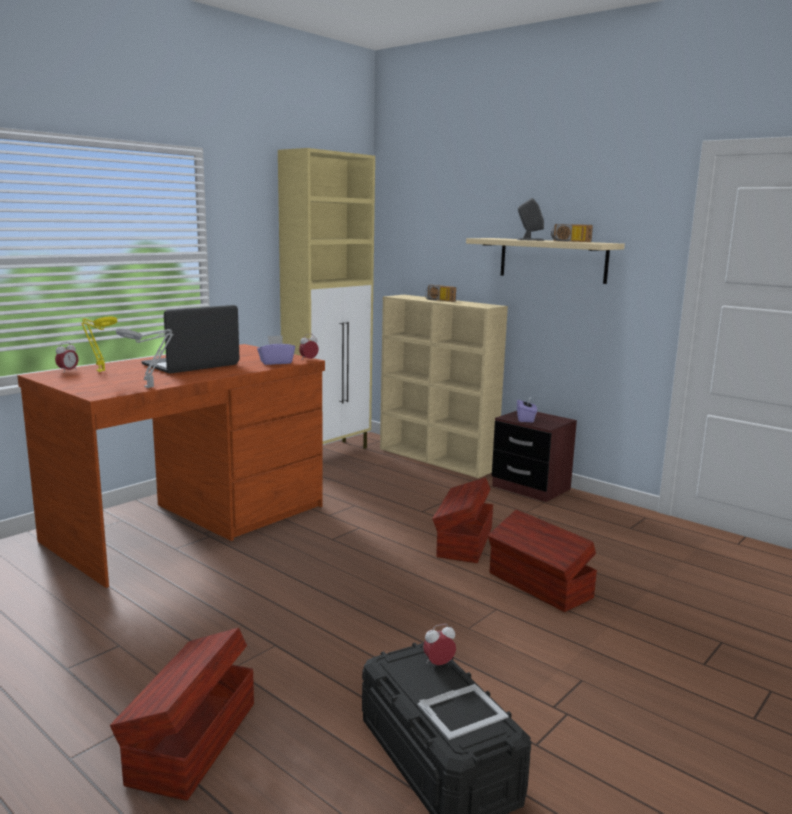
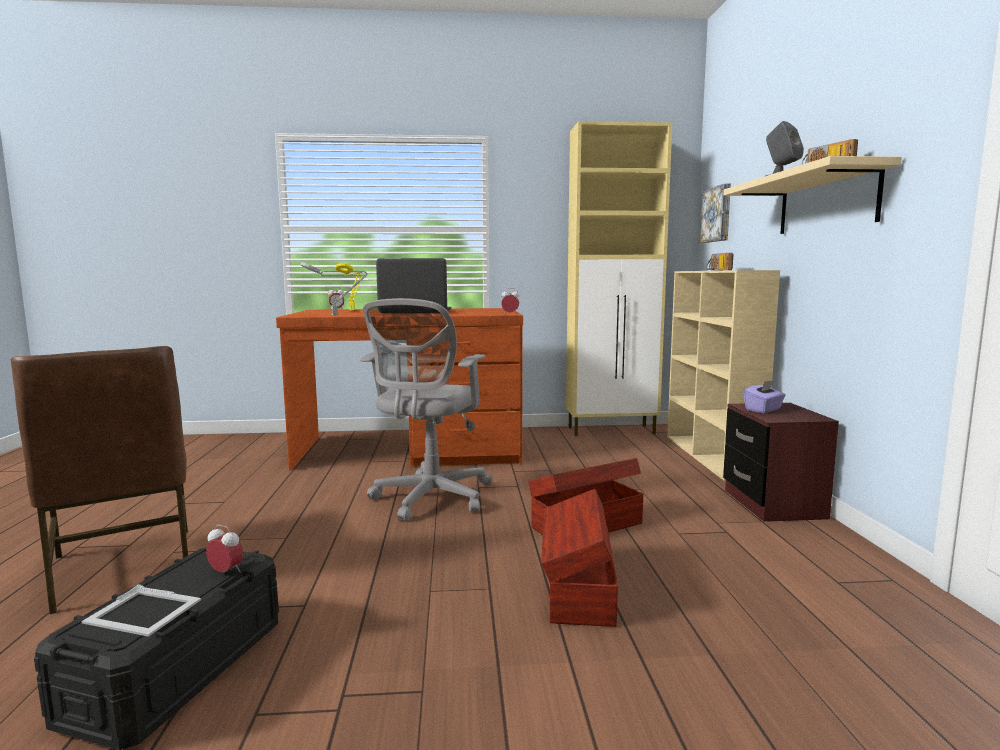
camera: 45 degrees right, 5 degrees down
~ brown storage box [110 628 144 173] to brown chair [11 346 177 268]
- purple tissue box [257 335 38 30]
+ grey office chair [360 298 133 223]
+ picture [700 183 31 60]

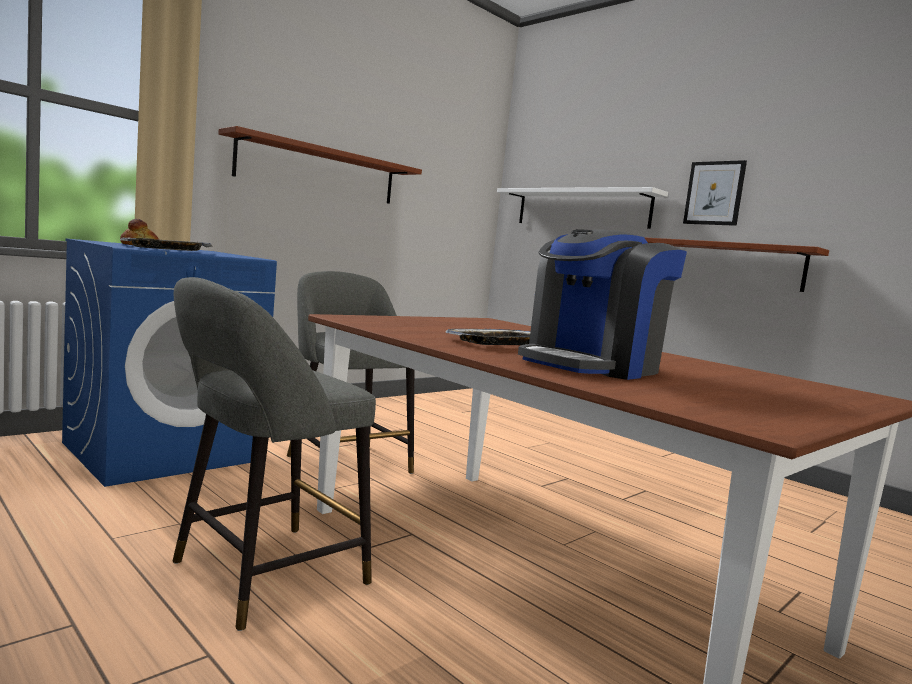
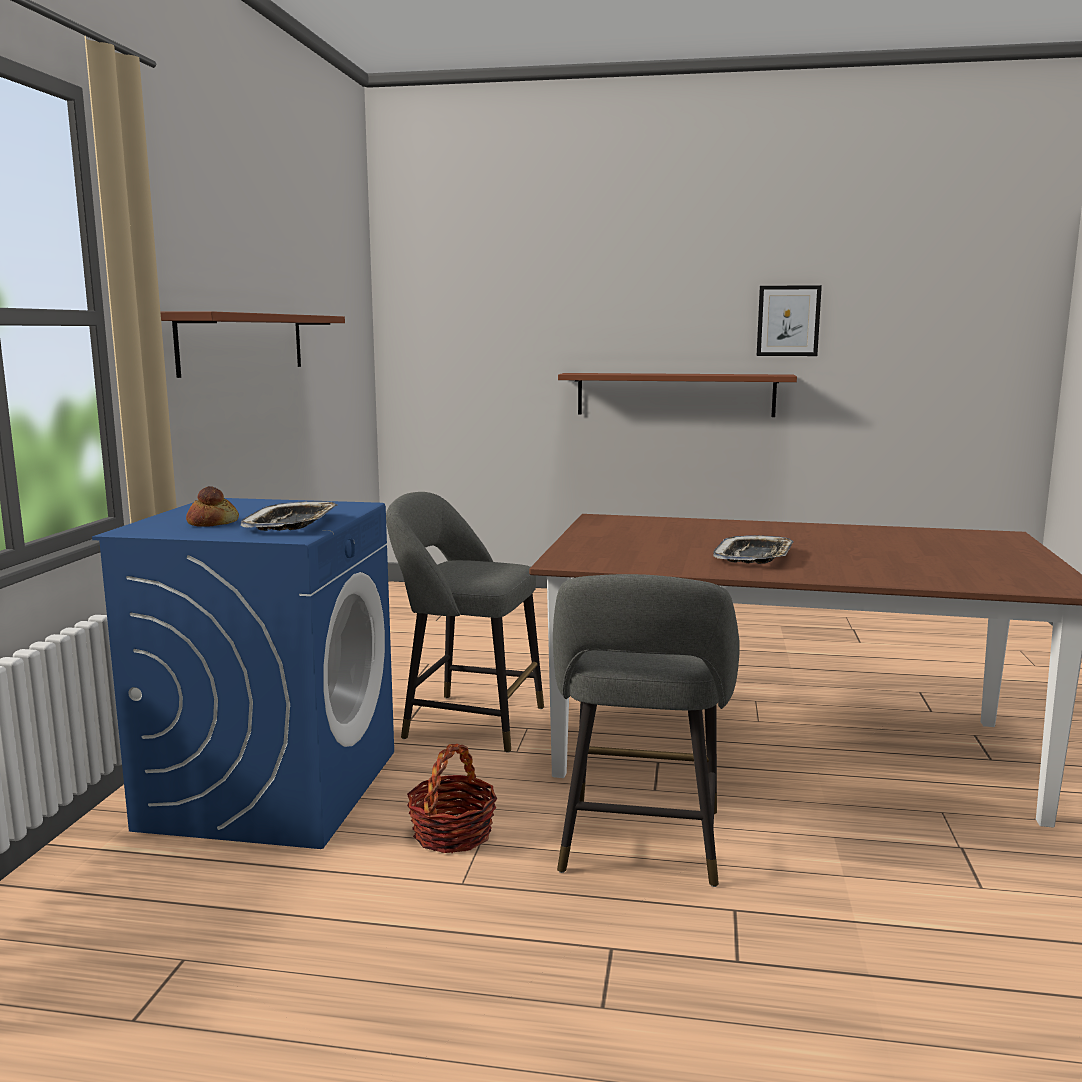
camera: 35 degrees left, 5 degrees up
- white shelf [497 187 171 42]
- coffee machine [518 229 169 151]
~ picture [683 160 64 66] to [757 285 65 71]
+ basket [407 744 90 109]

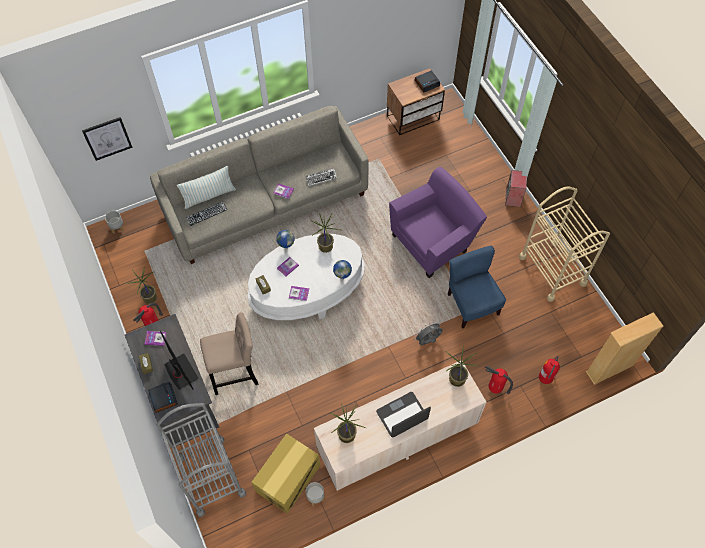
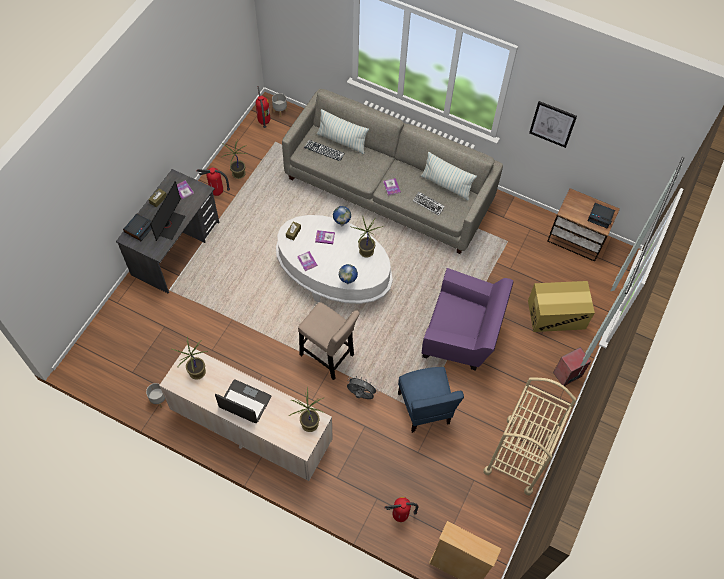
camera: 50 degrees right, 0 degrees up
~ picture [82 117 51 44] to [529 101 48 47]
- grey cart [156 403 90 114]
~ beige stool [200 312 59 83] to [298 302 62 78]
~ cardboard box [252 433 68 81] to [528 281 67 51]
~ blue chair [448 245 58 84] = [398 367 66 66] 135 degrees clockwise
~ fire extinguisher [485 366 28 28] to [256 86 14 42]
+ pillow [421 152 56 49]

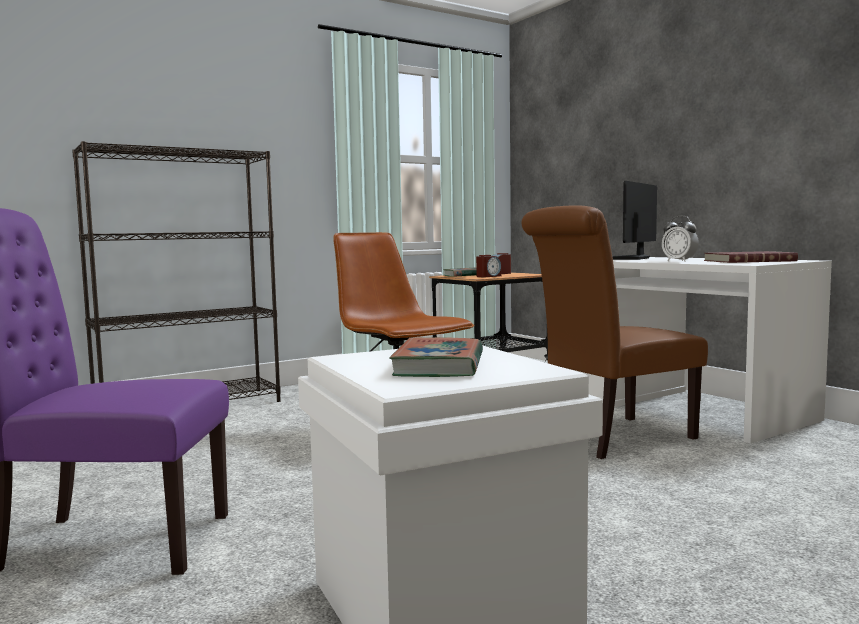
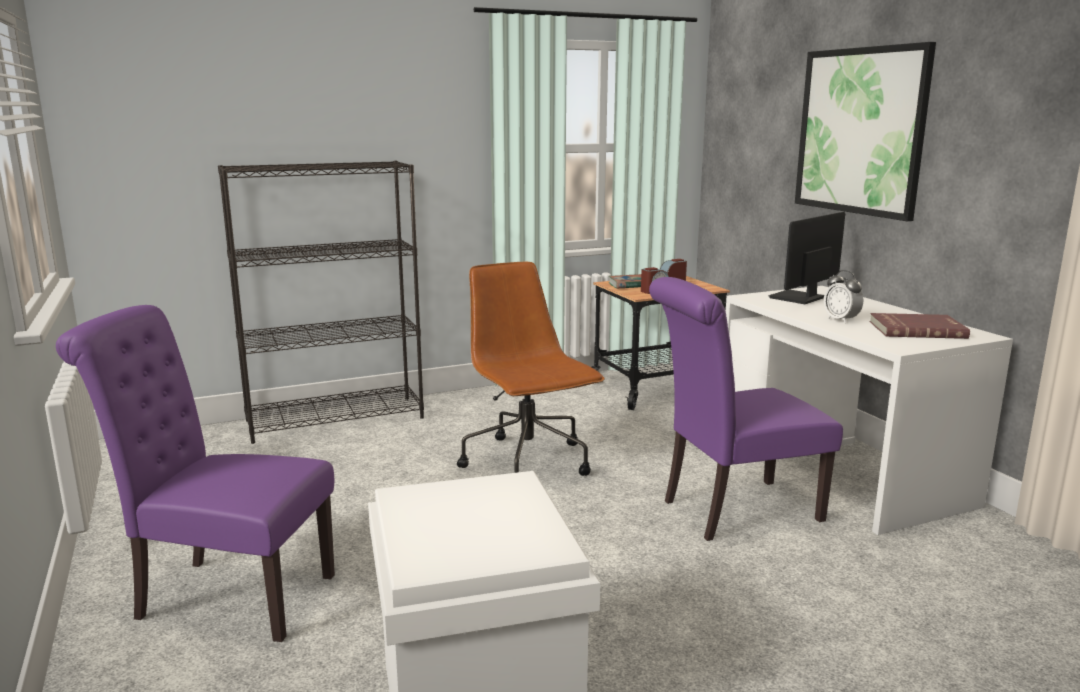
camera: 10 degrees right, 10 degrees up
- book [389 337 94 40]
~ brown chair [522 205 186 254] to purple chair [649 277 194 264]
+ picture [795 42 141 179]

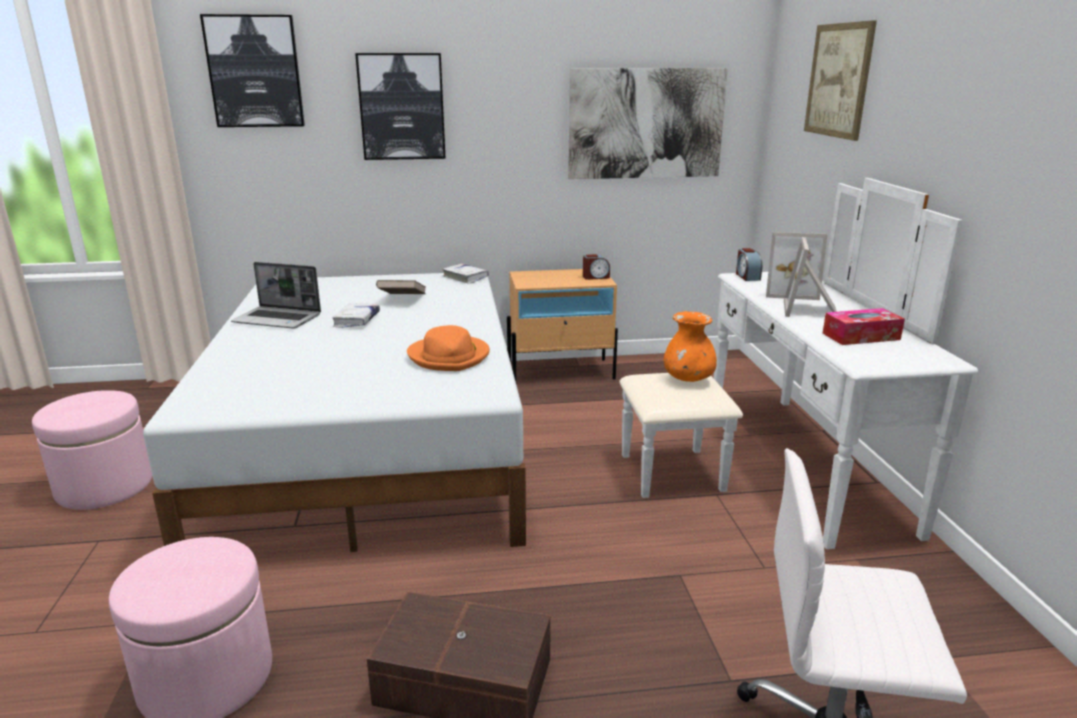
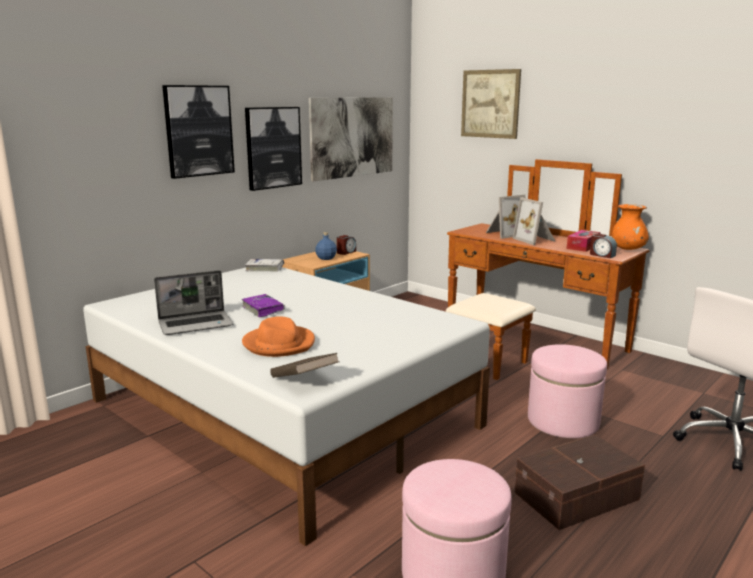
camera: 40 degrees left, 5 degrees down
~ pink ottoman [32 390 120 120] to [528 344 79 94]
~ picture [200 14 105 113] to [245 107 57 84]
~ white book [332 304 48 24] to purple book [242 294 43 23]
~ brown book [376 280 49 14] to [270 353 70 25]
~ orange hat [407 325 83 46] to [242 316 73 41]
~ white dresser [619 178 359 371] to brown dresser [446 159 203 221]
~ orange vase [664 311 53 71] to [611 204 38 46]
~ alarm clock [736 248 27 33] to [590 234 27 24]
+ blue bottle [315 232 22 28]

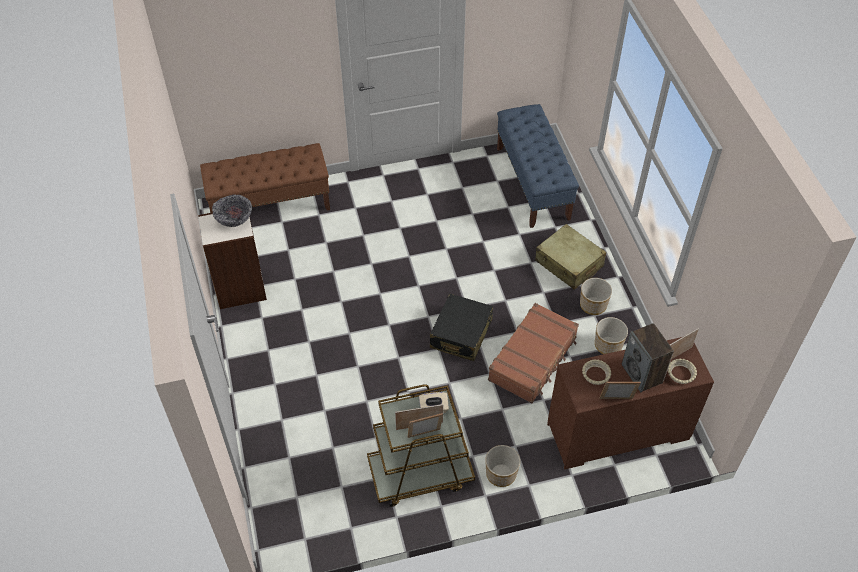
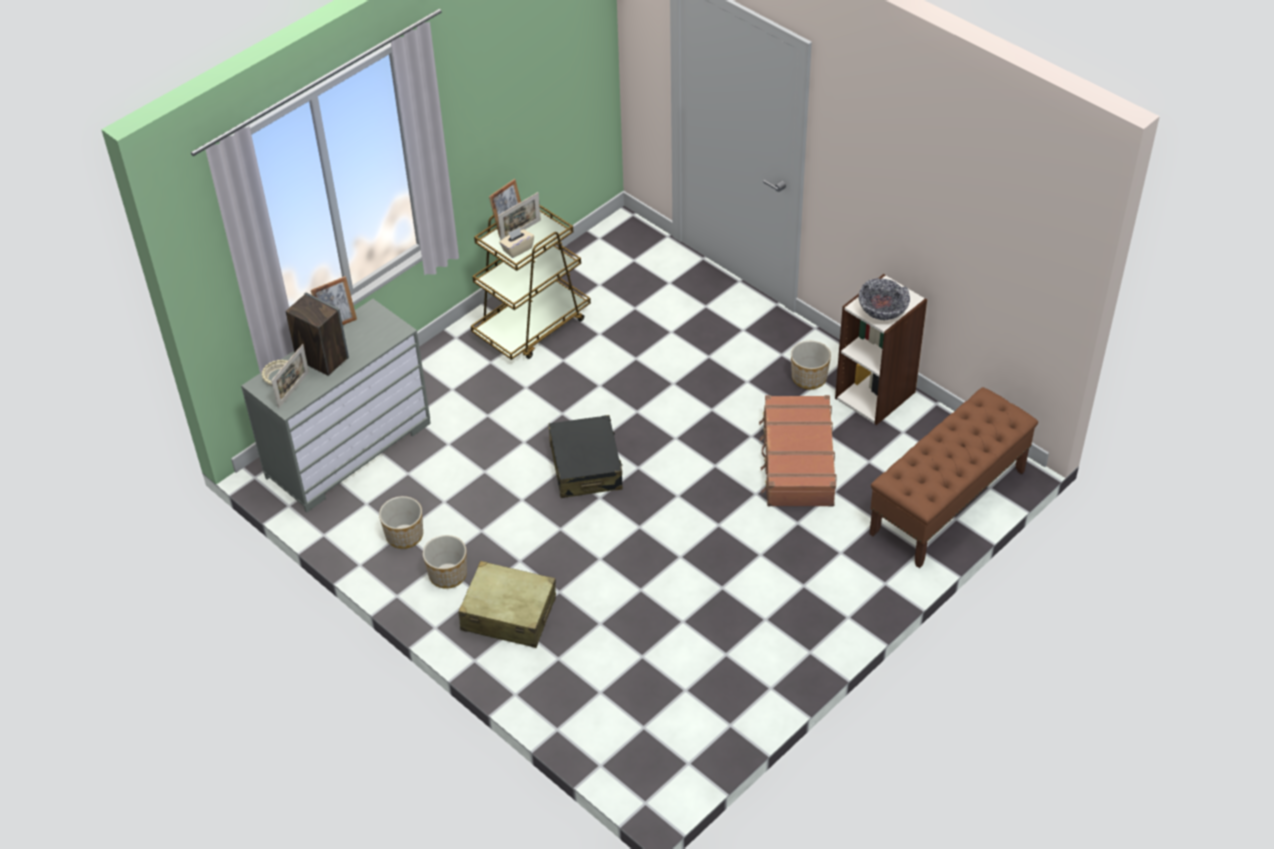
camera: 150 degrees right, 5 degrees down
~ planter [485 445 35 42] to [791 341 40 48]
~ brown suitcase [488 303 91 100] to [759 395 78 111]
- blue bench [497 104 82 124]
~ brown dresser [547 337 167 133] to grey dresser [241 299 190 214]
- beige bowl [582 359 29 26]

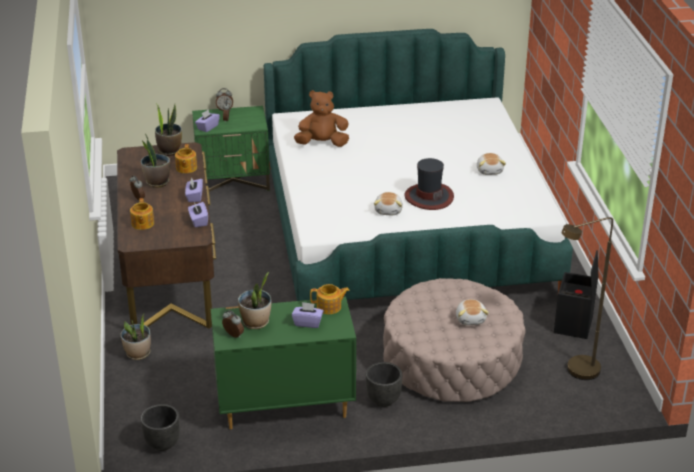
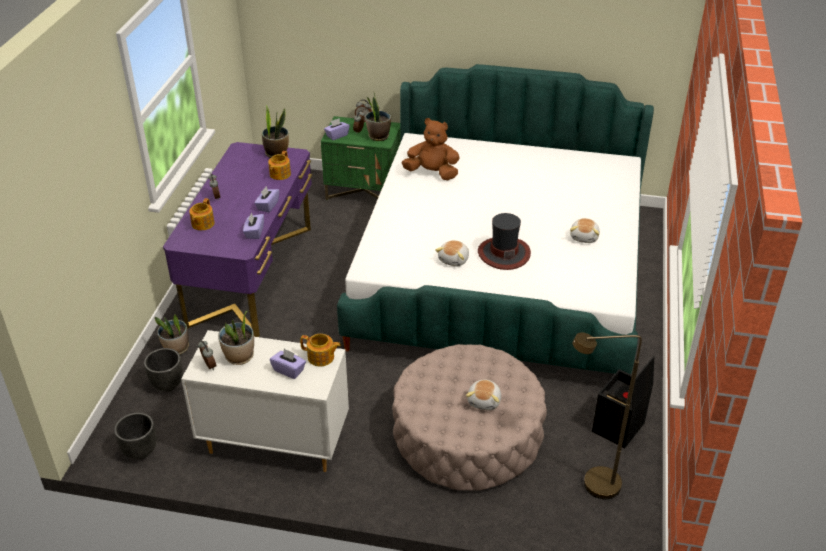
camera: 20 degrees right, 5 degrees up
~ brown desk [117 142 99 187] to purple desk [163 142 149 195]
~ potted plant [141 134 29 54] to [365 93 26 48]
~ green dresser [211 297 145 132] to white dresser [181 330 168 142]
~ black planter [366 362 36 45] to [144 348 39 44]

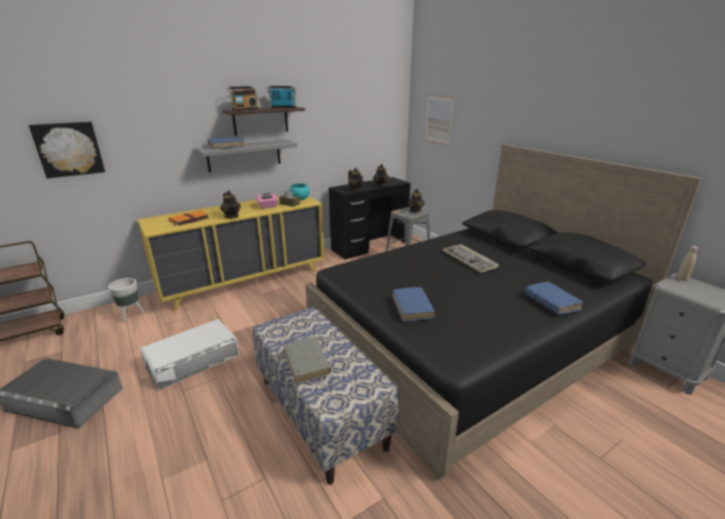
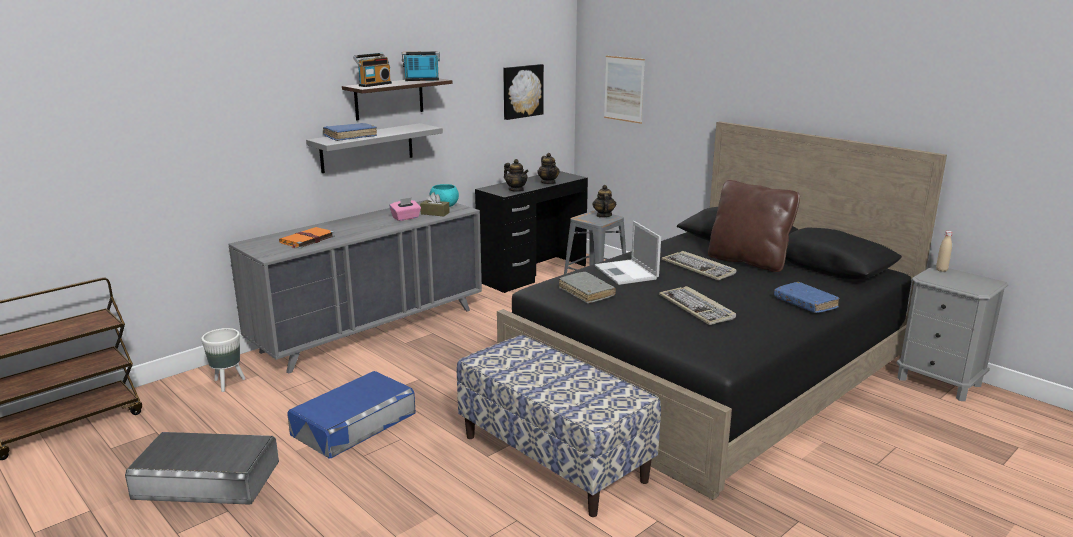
camera: 10 degrees left, 5 degrees down
~ picture [29 121 76 57] to [503 64 41 56]
~ yellow dresser [137 195 188 116] to grey dresser [228 200 254 174]
~ white storage box [140 319 99 71] to blue storage box [287 371 129 88]
- teapot [220 190 21 28]
~ grey book [284 337 47 47] to [559 272 57 32]
- blue book [392 287 43 35]
+ laptop [595 221 66 64]
+ keyboard [659 286 77 39]
+ brown pillow [708 180 92 92]

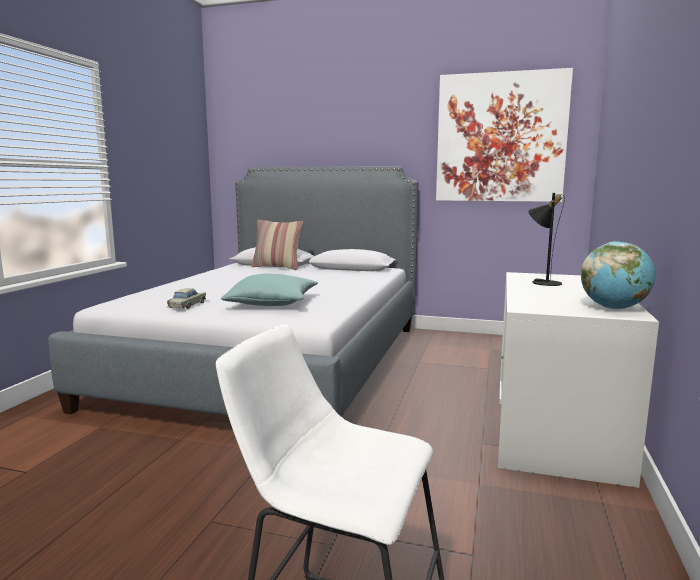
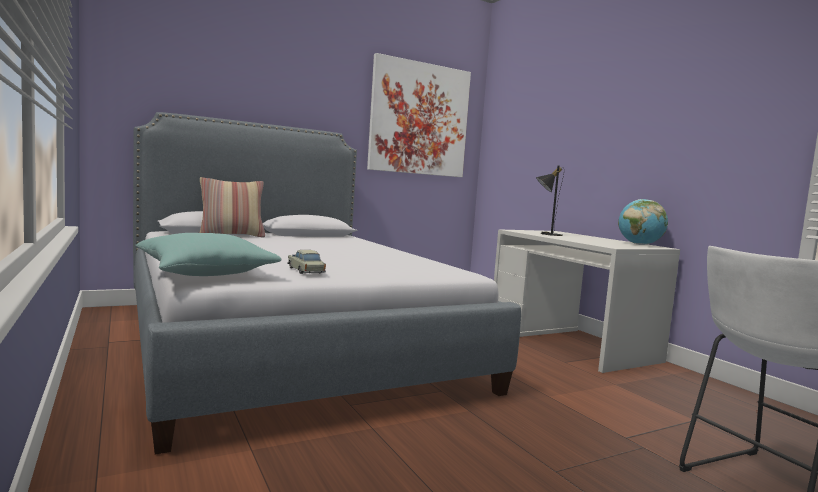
camera: 45 degrees left, 5 degrees down
~ turquoise pillow [221 274 97 32] to [136 233 146 43]

